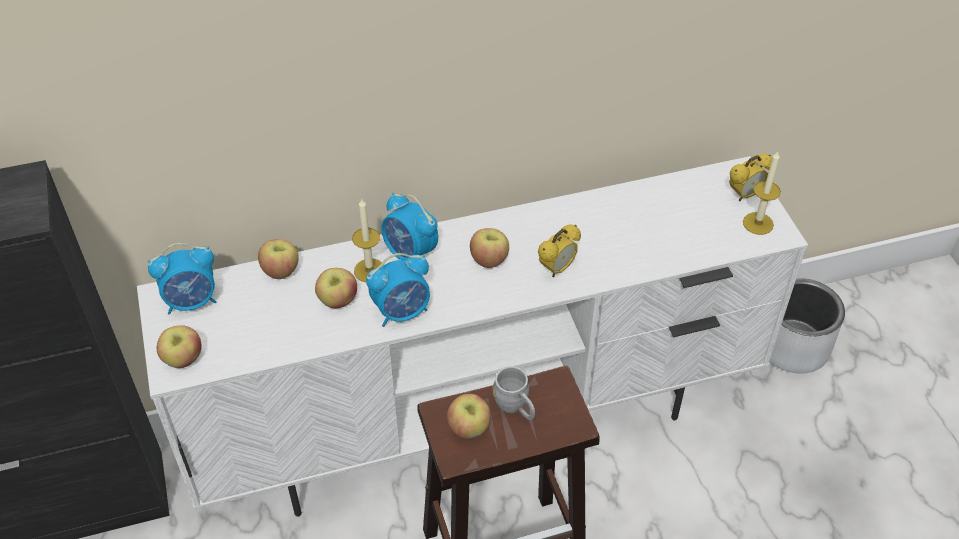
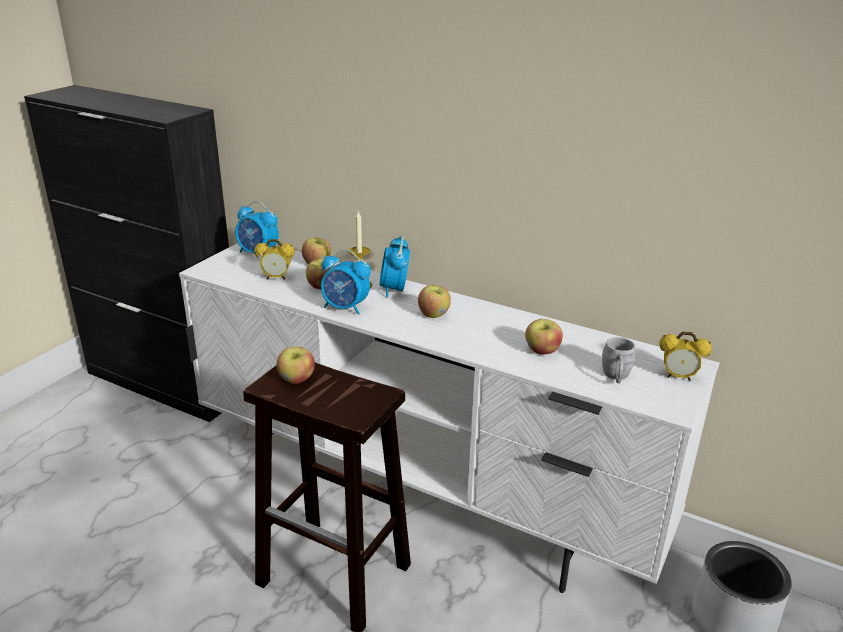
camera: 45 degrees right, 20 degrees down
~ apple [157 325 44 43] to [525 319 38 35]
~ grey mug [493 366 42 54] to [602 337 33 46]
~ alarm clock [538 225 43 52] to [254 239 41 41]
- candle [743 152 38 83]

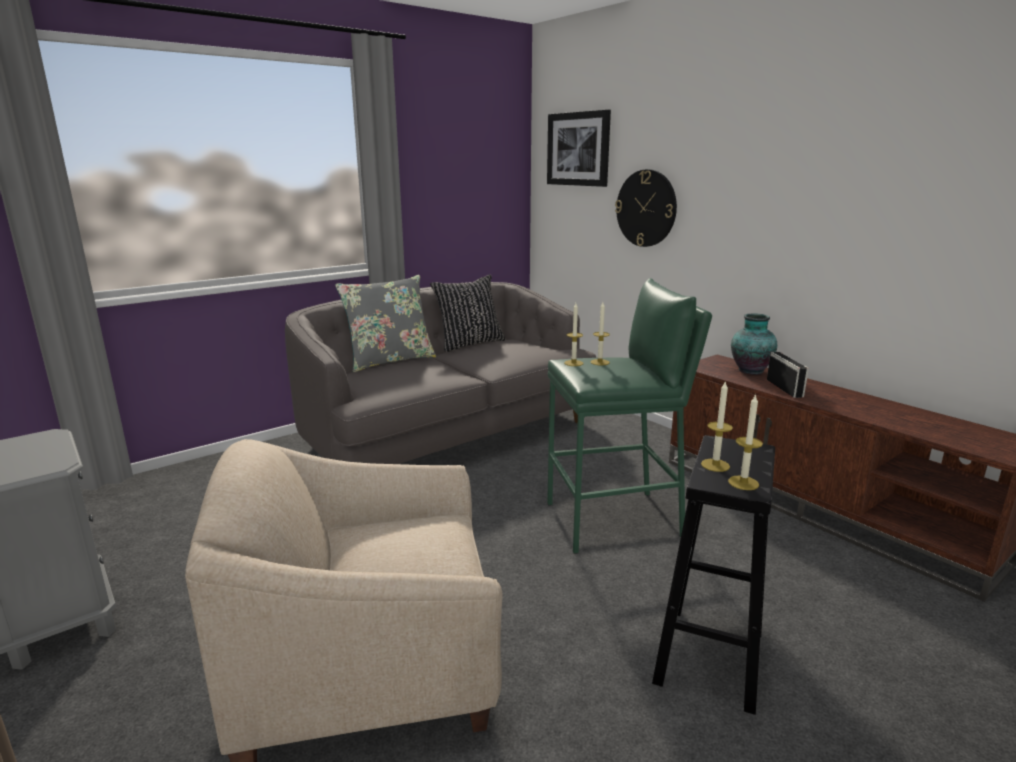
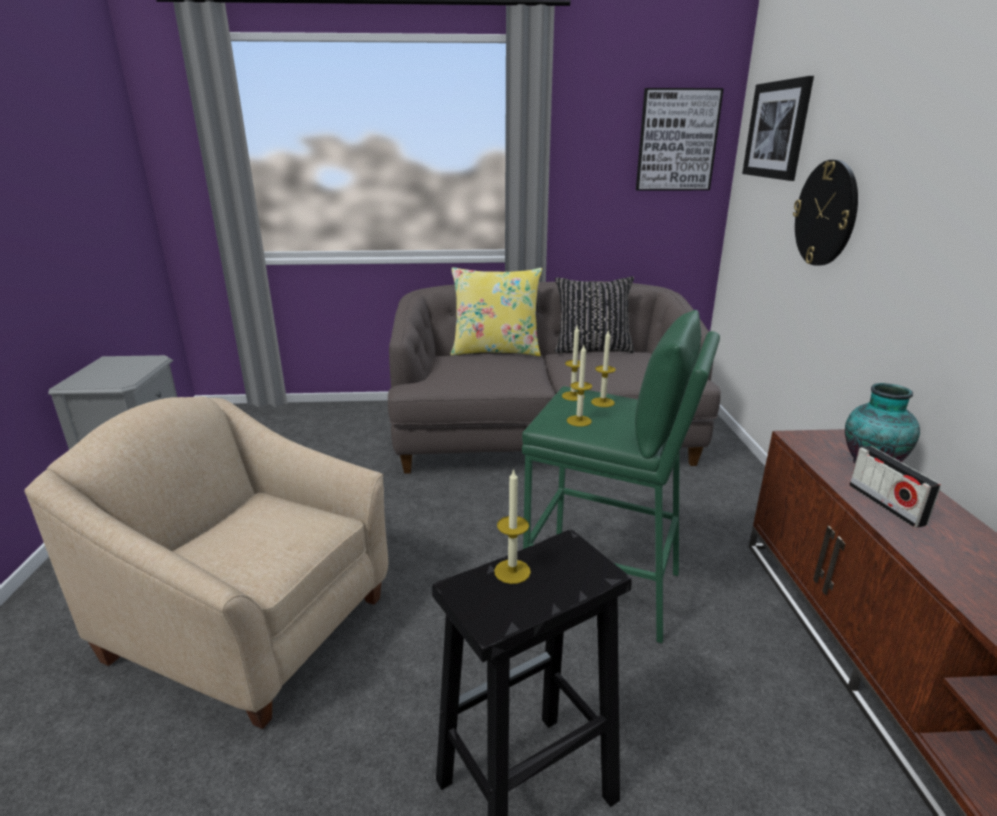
camera: 35 degrees right, 5 degrees up
~ grey pillow [335 275 101 97] to yellow pillow [450 267 92 89]
~ candle [728 394 35 96] to [567 345 25 82]
~ radio [767 352 42 46] = [849 446 92 82] 135 degrees clockwise
+ picture [636 88 88 103]

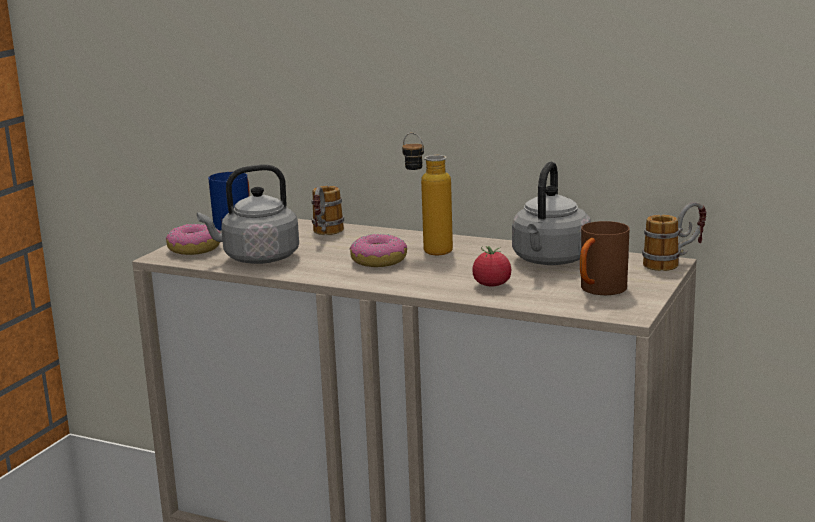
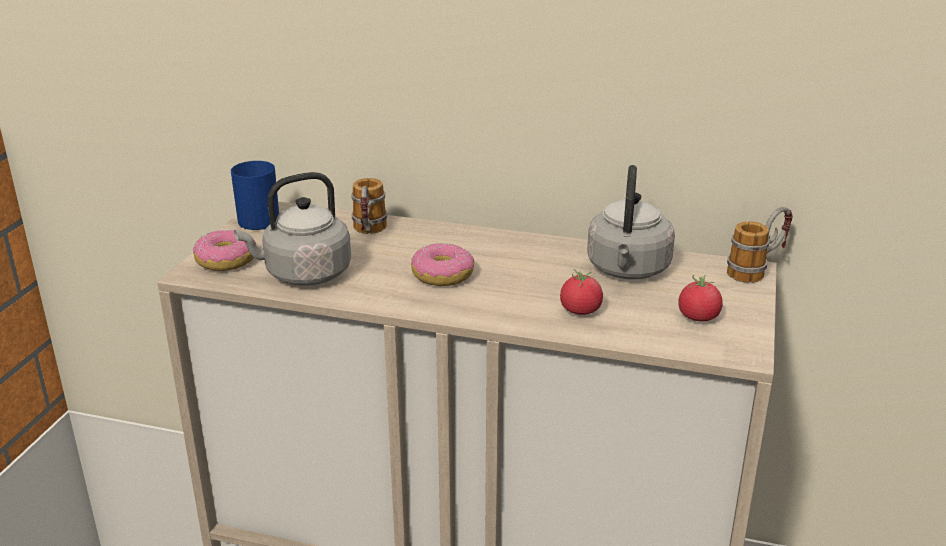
camera: 10 degrees left, 10 degrees up
- bottle [402 133 51 122]
~ brown mug [580 221 50 74] to tomato [678 275 45 47]

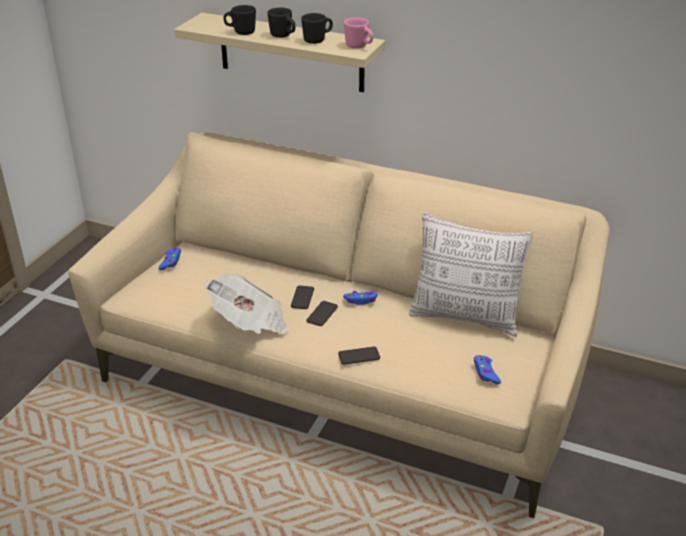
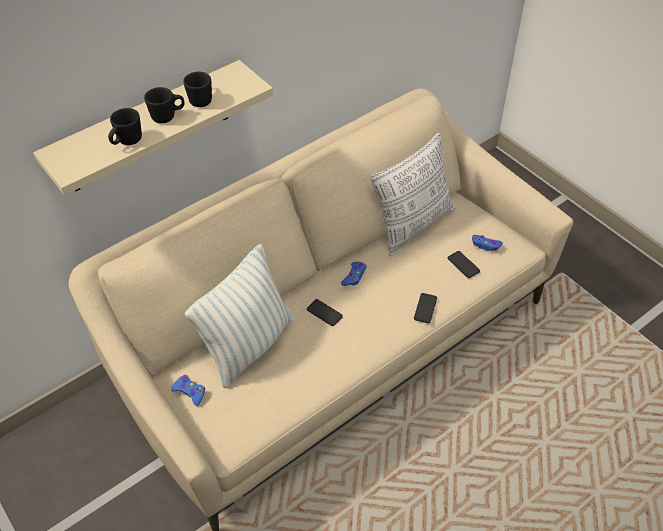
camera: 60 degrees left, 15 degrees up
- newspaper [205 274 83 60]
~ phone [306 301 32 25] to [448 251 32 27]
- pink mug [344 17 29 32]
+ pillow [185 244 109 144]

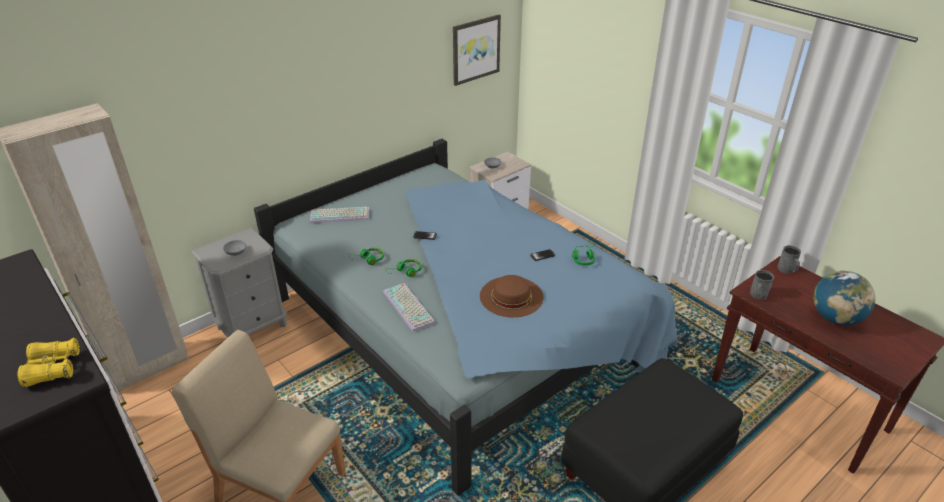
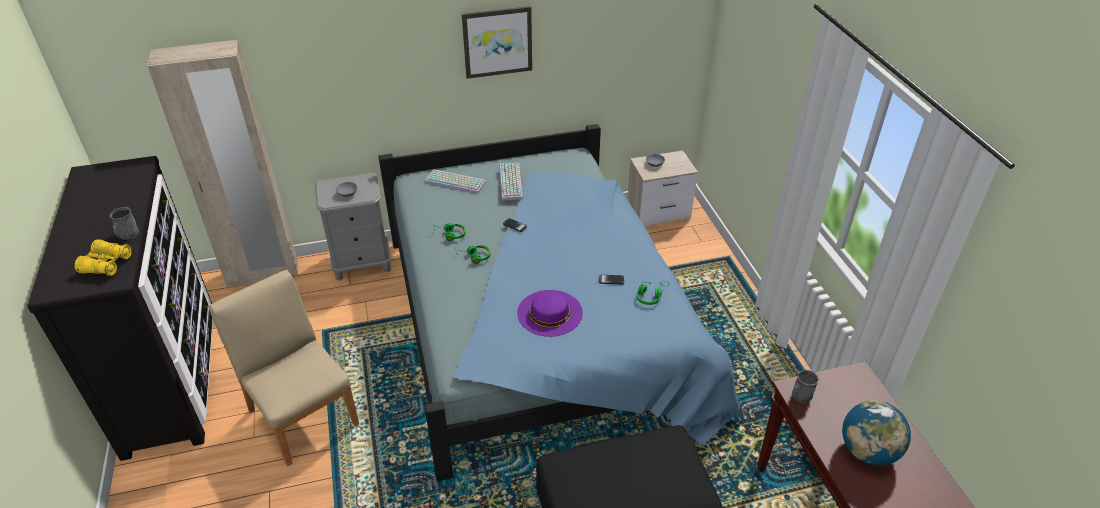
camera: 25 degrees right, 5 degrees up
~ keyboard [383 283 52 49] to [500 163 23 37]
~ picture [453 15 48 71] to [462 6 70 73]
~ brown hat [480 275 64 42] to purple hat [517 290 66 47]
~ grey mug [777 245 24 29] to [110 207 29 33]

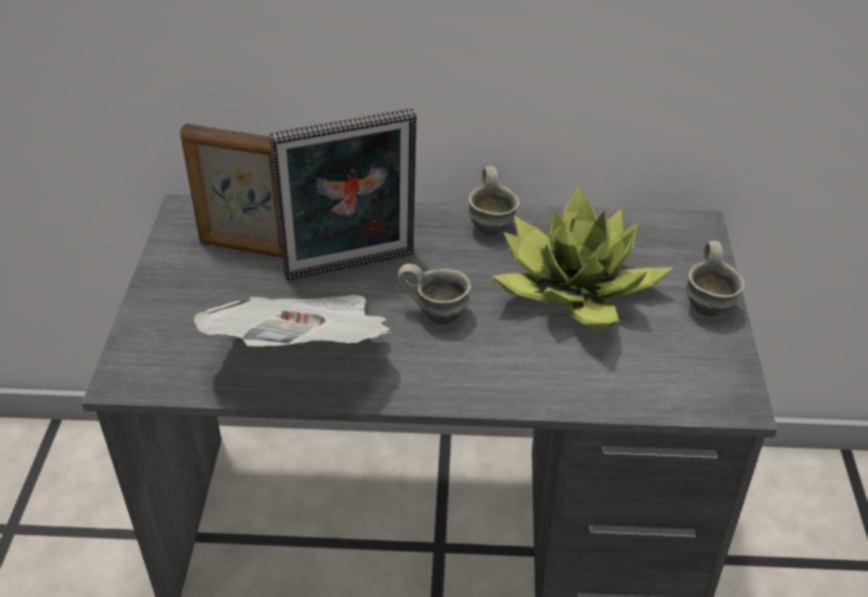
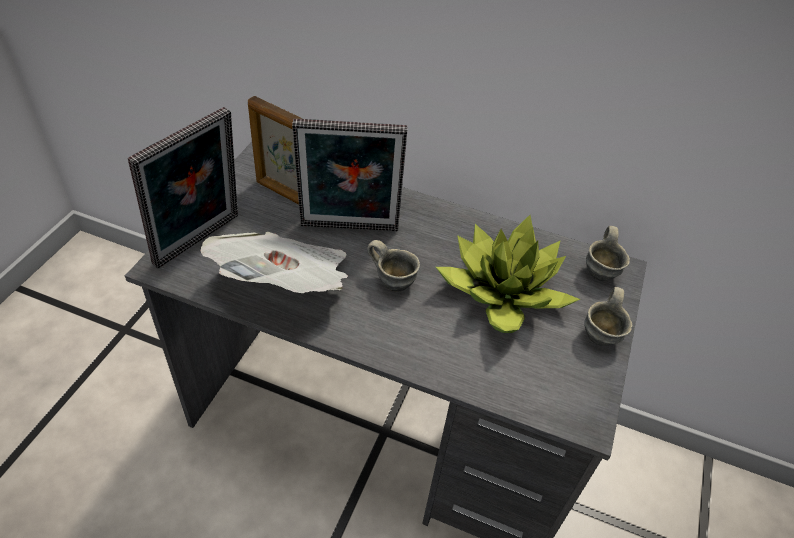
camera: 15 degrees right, 5 degrees up
~ grey mug [468 166 52 69] to [586 226 44 55]
+ picture frame [128 107 110 161]

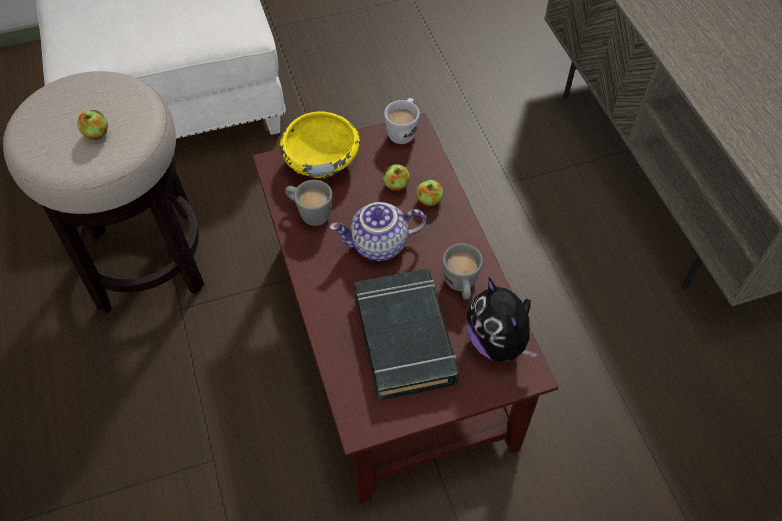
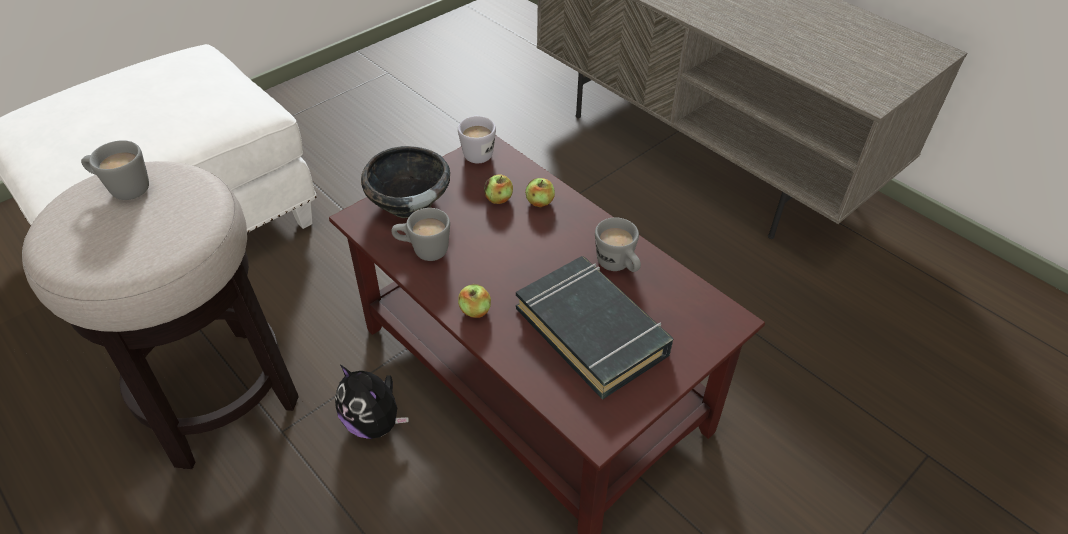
camera: 25 degrees left, 10 degrees down
~ apple [77 110 31 30] to [458 284 33 34]
~ yellow bowl [280 111 80 68] to black bowl [361 146 89 72]
- teapot [330 202 97 59]
~ plush toy [467 277 71 85] to [335 365 74 74]
+ grey mug [81 140 68 60]

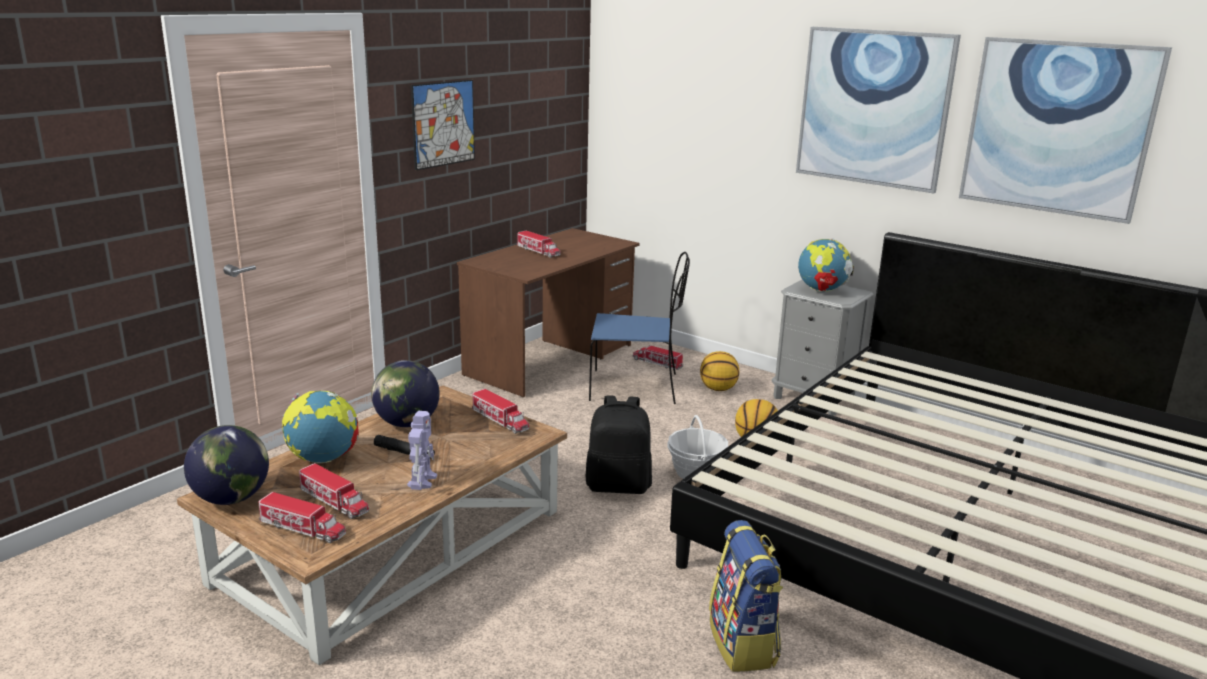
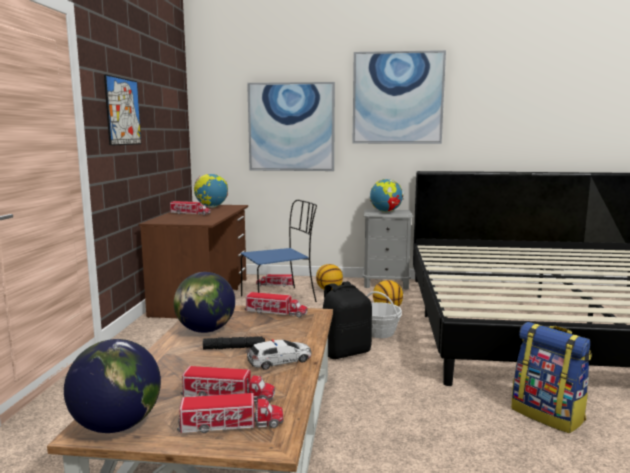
camera: 30 degrees left, 10 degrees down
~ globe [282 391 77 72] to [194 174 34 34]
~ toy robot [407 411 30 79] to toy car [247 339 64 31]
~ picture [959 37 213 187] to [247 82 88 89]

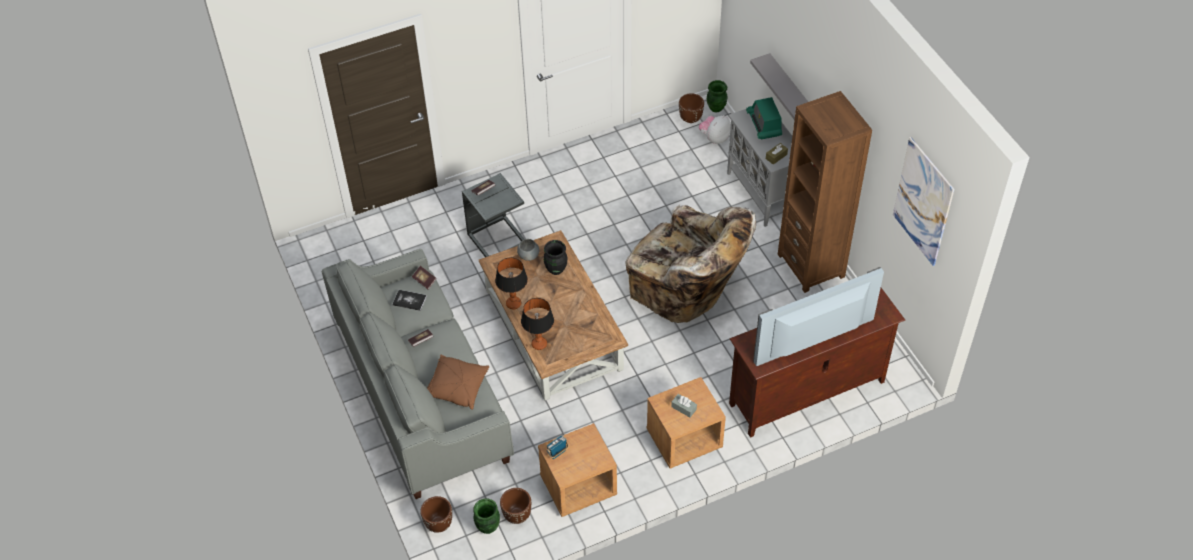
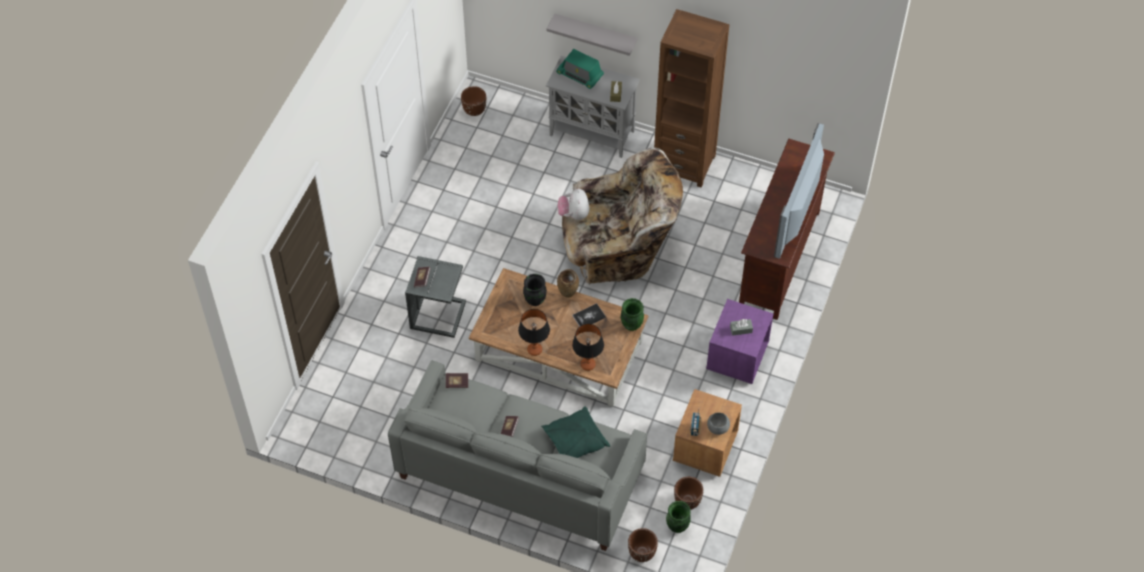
camera: 45 degrees left, 5 degrees up
~ book [393 290 34 21] to [573 303 33 23]
~ brown pillow [427 355 62 55] to green pillow [541 406 69 52]
~ grey bowl [517 239 22 22] to [707 413 23 22]
~ brown nightstand [647 377 79 91] to purple nightstand [706 299 67 85]
~ plush toy [699 115 32 29] to [558 189 31 31]
~ green vase [707 80 20 32] to [621 298 23 33]
- picture [893 137 61 129]
+ brown vase [557 269 22 29]

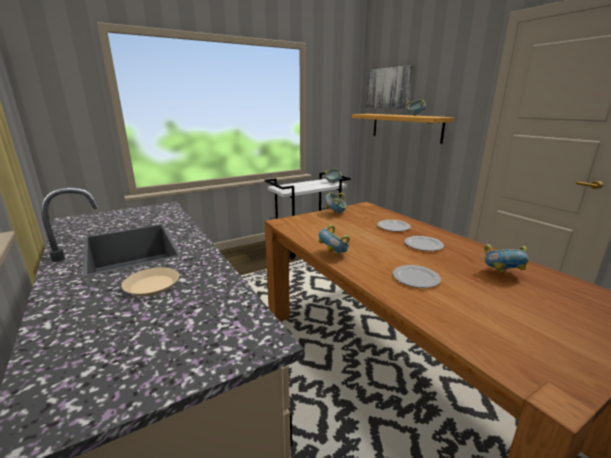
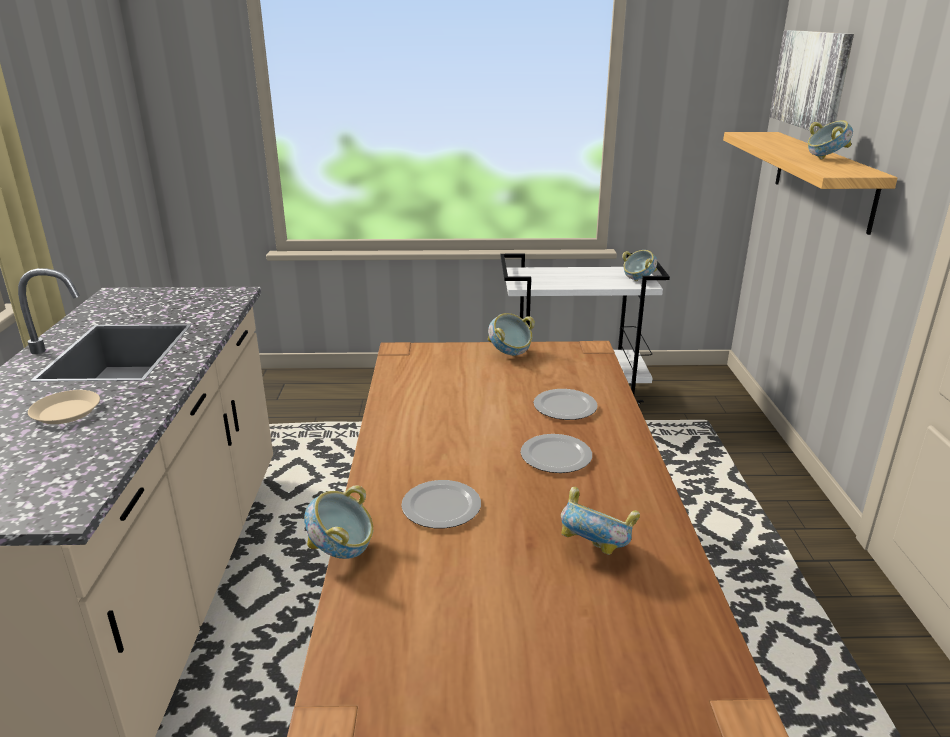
camera: 30 degrees right, 5 degrees up
~ bowl [318 224 32 30] to [304 485 69 74]

